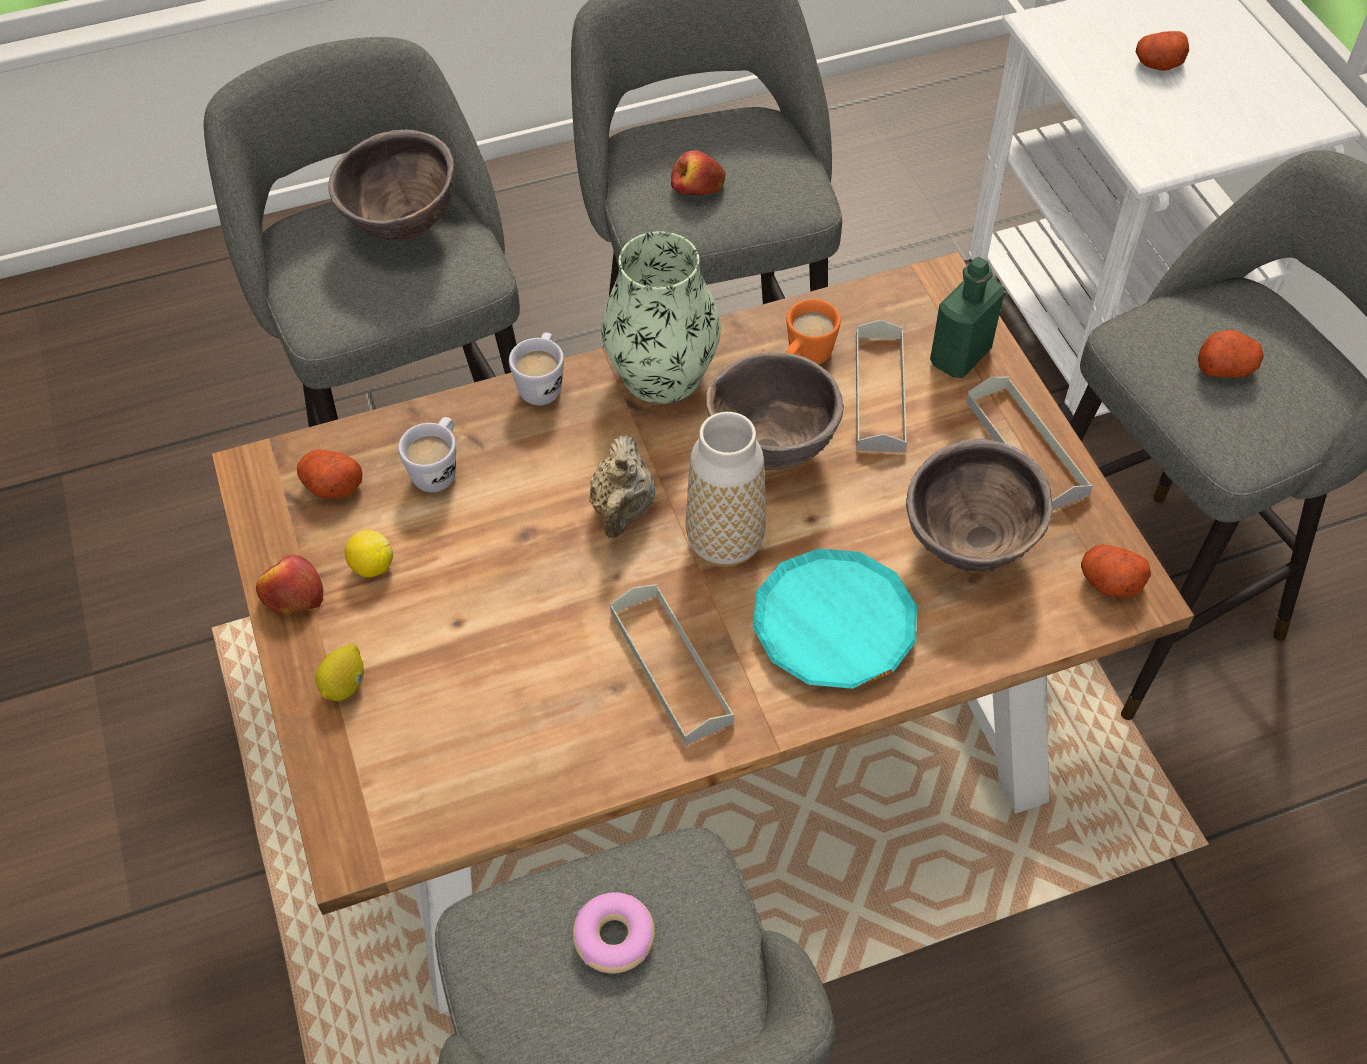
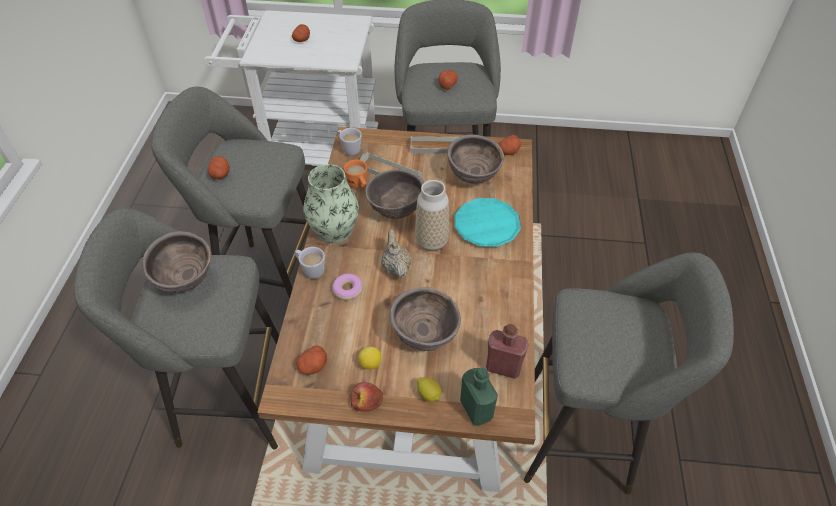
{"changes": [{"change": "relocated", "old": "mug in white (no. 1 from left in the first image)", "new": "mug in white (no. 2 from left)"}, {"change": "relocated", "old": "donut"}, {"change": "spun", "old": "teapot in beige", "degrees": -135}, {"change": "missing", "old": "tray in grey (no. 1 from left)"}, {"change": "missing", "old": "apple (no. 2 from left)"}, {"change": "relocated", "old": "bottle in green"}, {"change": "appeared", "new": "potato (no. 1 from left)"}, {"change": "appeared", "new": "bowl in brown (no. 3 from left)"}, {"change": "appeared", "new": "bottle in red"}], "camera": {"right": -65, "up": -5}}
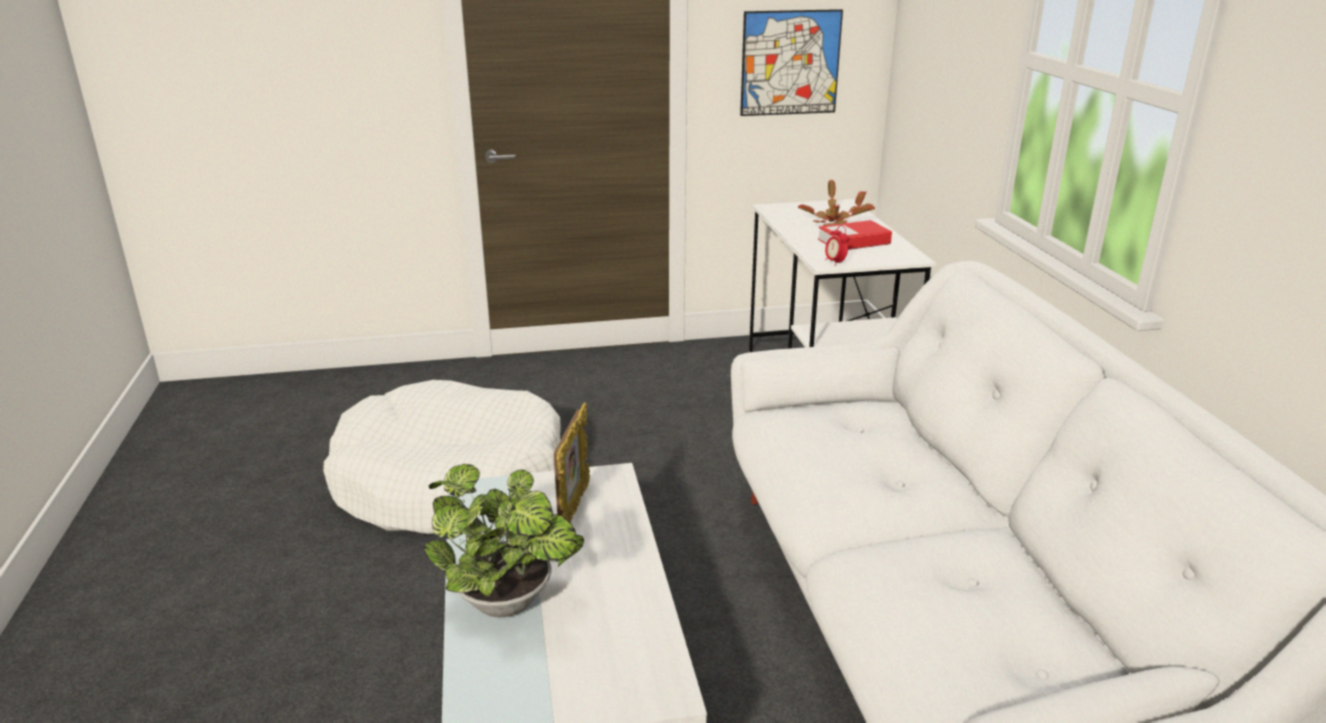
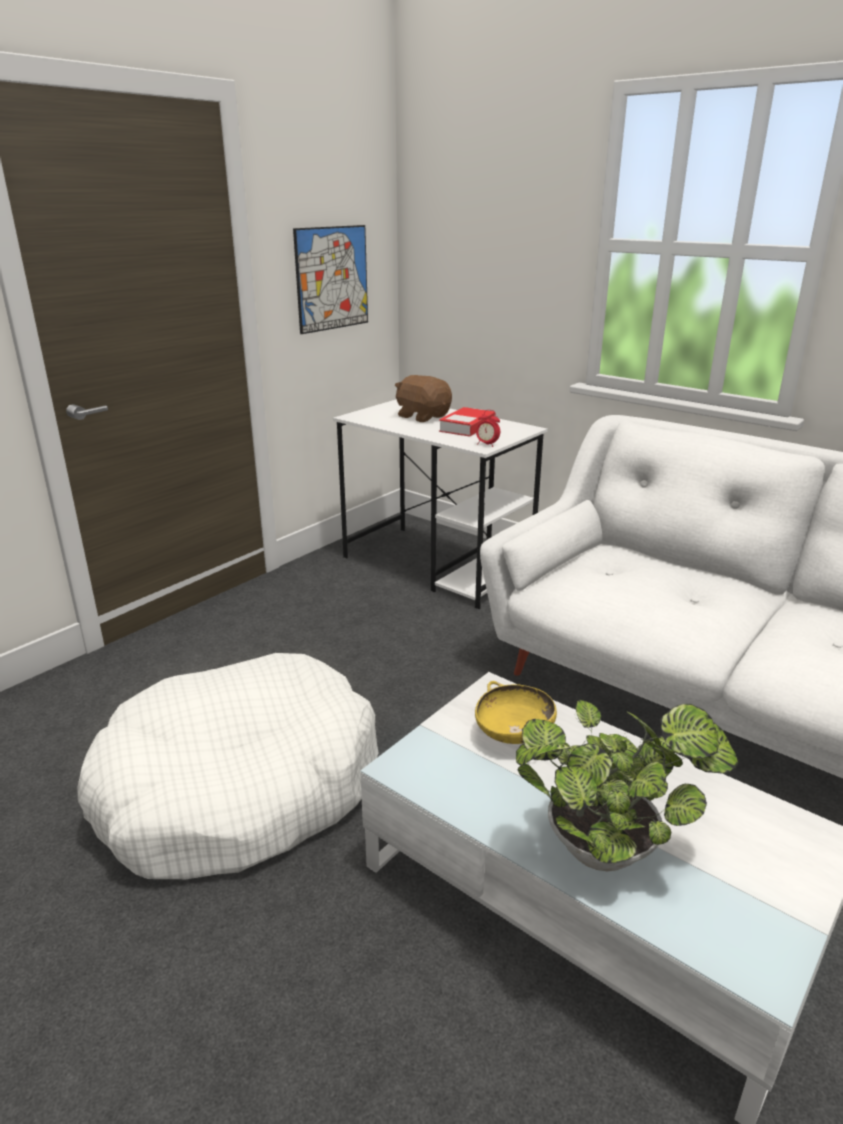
{"changes": [{"change": "exchanged", "old": "picture frame", "new": "bowl in yellow"}, {"change": "exchanged", "old": "potted plant (no. 2 from left)", "new": "plush toy in brown"}], "camera": {"right": -40, "up": 0}}
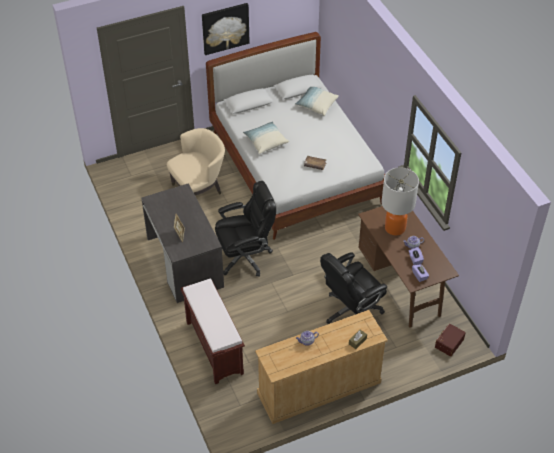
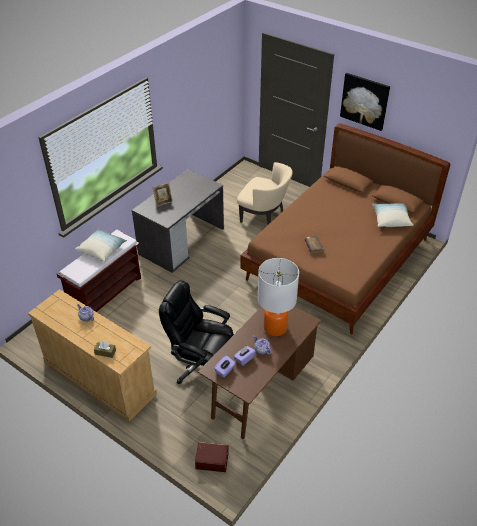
{"changes": [{"change": "colour", "old": "bed in white", "new": "bed in brown"}, {"change": "missing", "old": "office chair in black (no. 1 from left)"}, {"change": "relocated", "old": "pillow (no. 1 from left)"}], "camera": {"right": 60, "up": -5}}
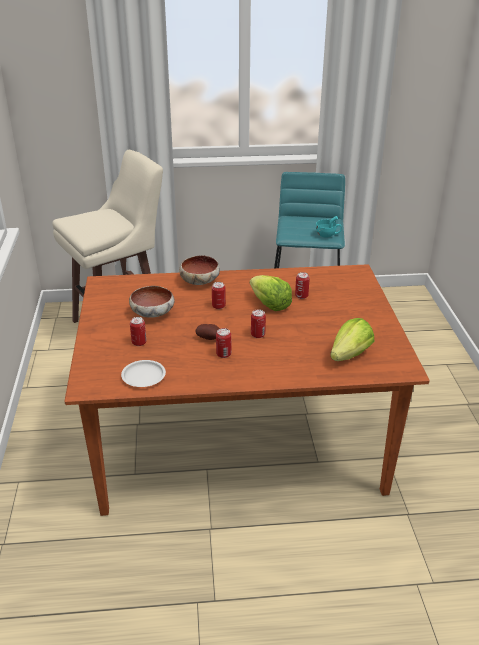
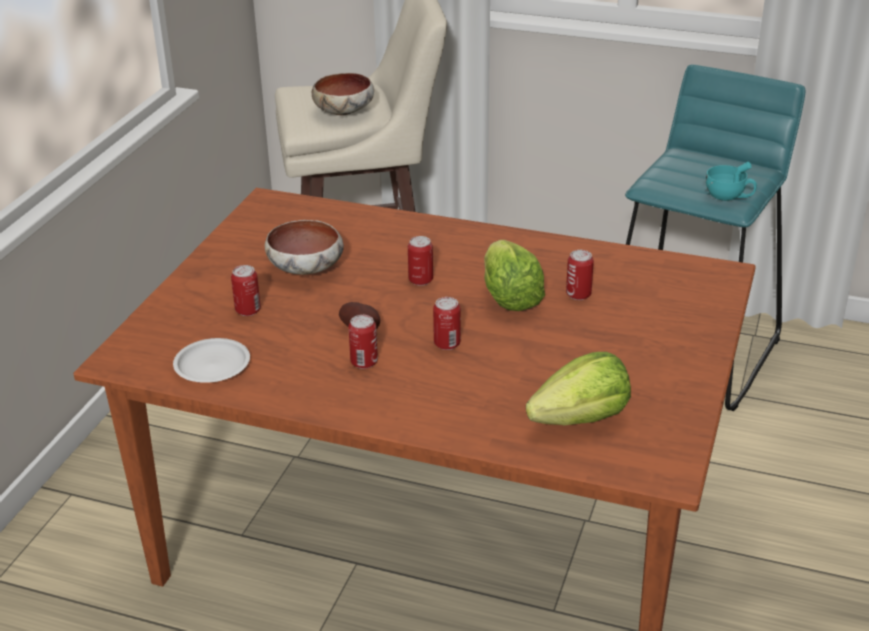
{"changes": [{"change": "relocated", "old": "bowl (no. 2 from left)"}], "camera": {"right": 25, "up": 0}}
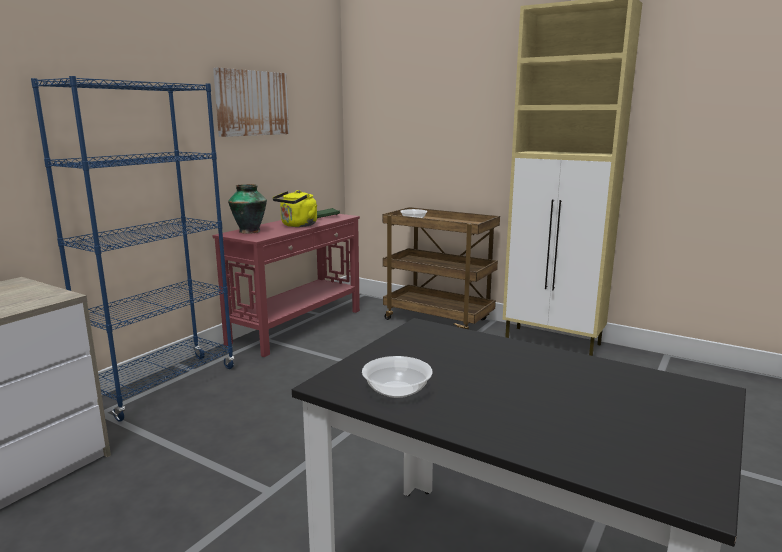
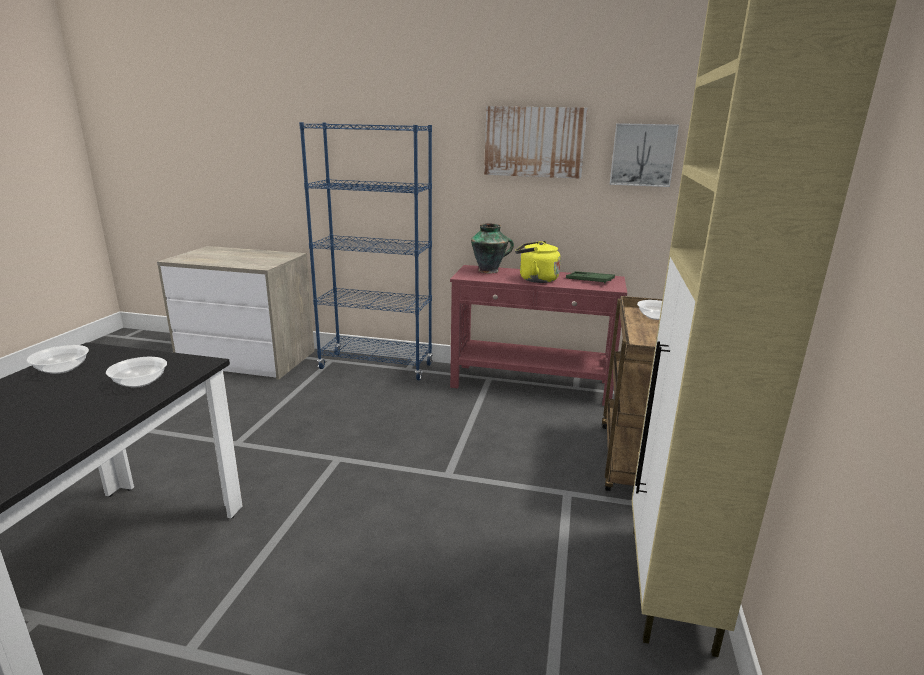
{"changes": [{"change": "appeared", "new": "bowl (no. 2 from left)"}, {"change": "appeared", "new": "picture (no. 2 from left)"}], "camera": {"right": 70, "up": 5}}
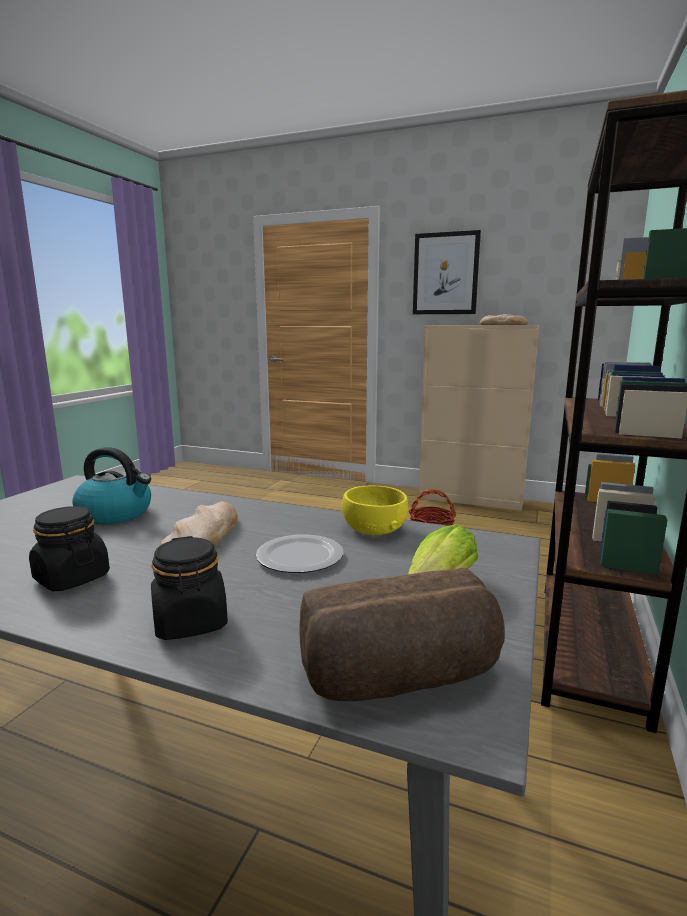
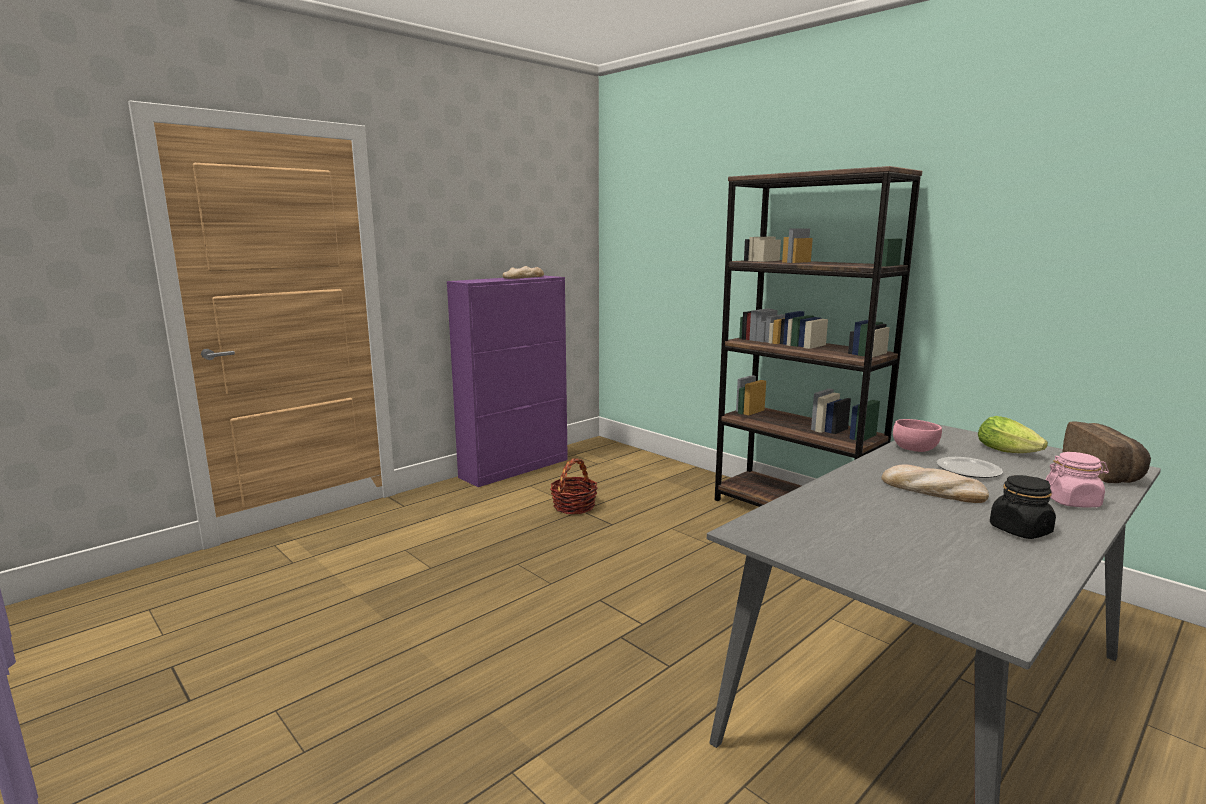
{"changes": [{"change": "missing", "old": "kettle"}, {"change": "colour", "old": "jar in black (no. 2 from left)", "new": "jar in pink"}, {"change": "colour", "old": "bowl in yellow", "new": "bowl in pink"}, {"change": "missing", "old": "picture"}, {"change": "colour", "old": "cabinet in beige", "new": "cabinet in purple"}], "camera": {"right": -65, "up": 0}}
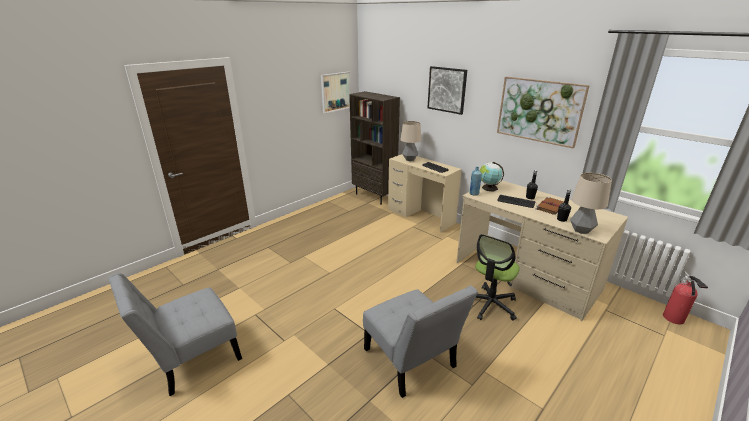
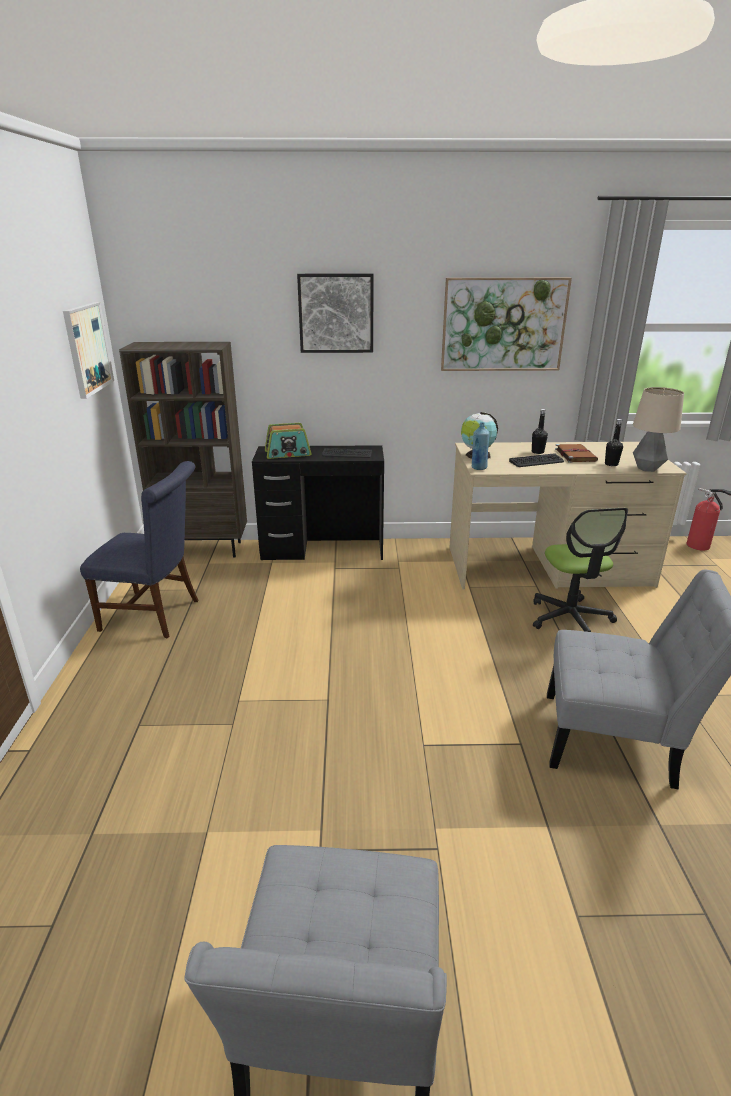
{"changes": [{"change": "colour", "old": "desk in beige (no. 1 from left)", "new": "desk in black"}, {"change": "exchanged", "old": "table lamp (no. 1 from left)", "new": "radio"}, {"change": "appeared", "new": "chair in blue"}], "camera": {"right": -45, "up": 0}}
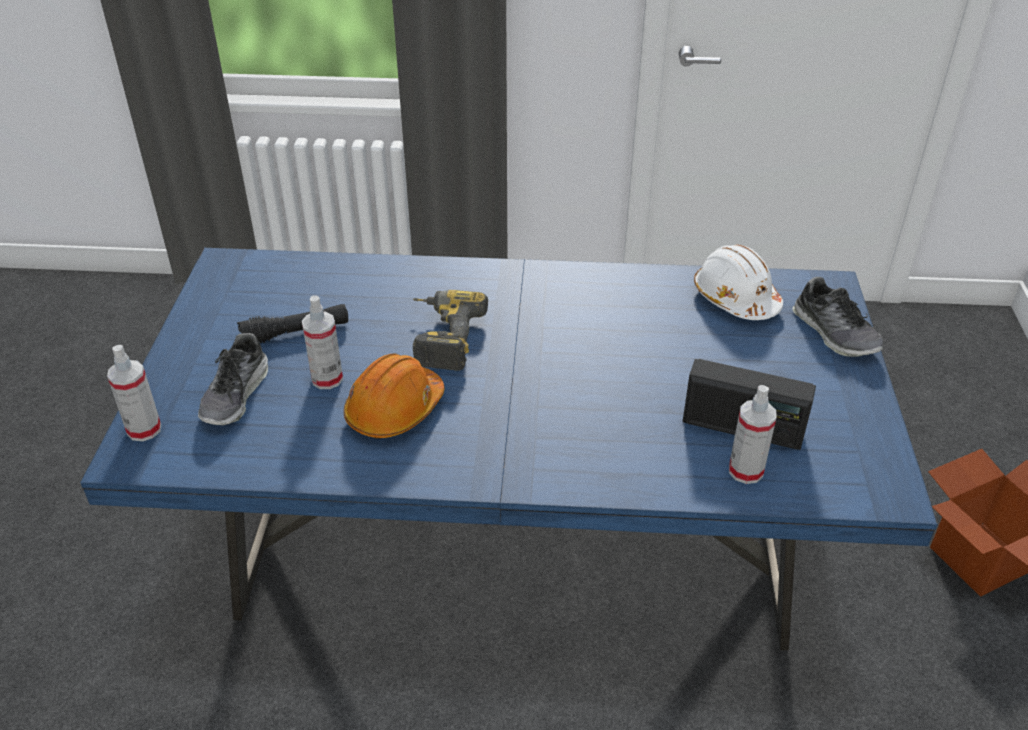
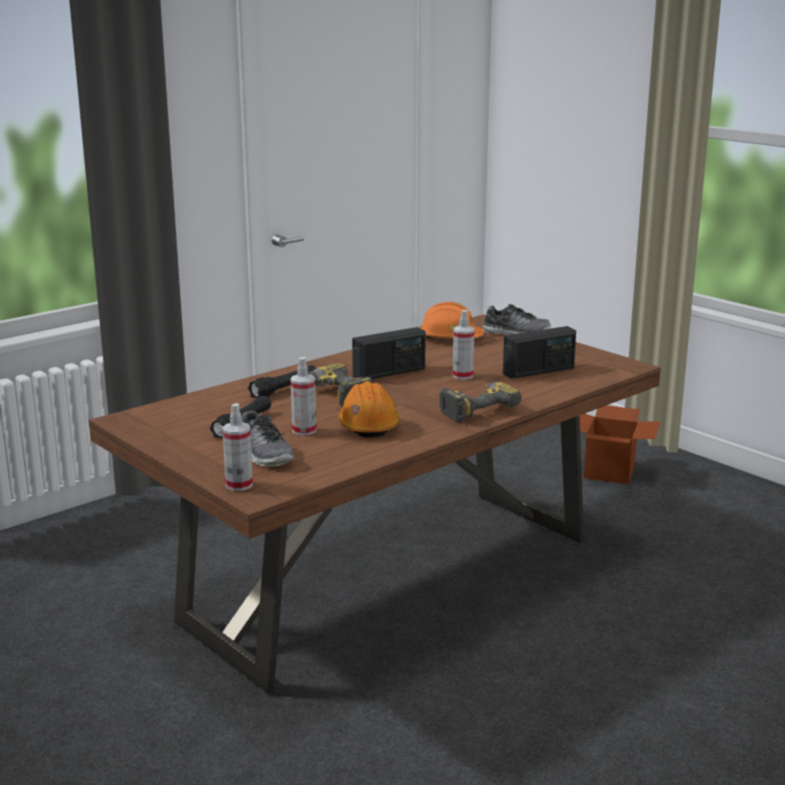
{"changes": [{"change": "colour", "old": "dining table in blue", "new": "dining table in brown"}, {"change": "colour", "old": "hard hat in white", "new": "hard hat in orange (no. 2 from left)"}, {"change": "relocated", "old": "spray bottle (no. 3 from left)"}, {"change": "appeared", "new": "flashlight in black (no. 2 from left)"}, {"change": "appeared", "new": "radio (no. 1 from left)"}, {"change": "appeared", "new": "power drill (no. 2 from left)"}], "camera": {"right": -45, "up": -20}}
